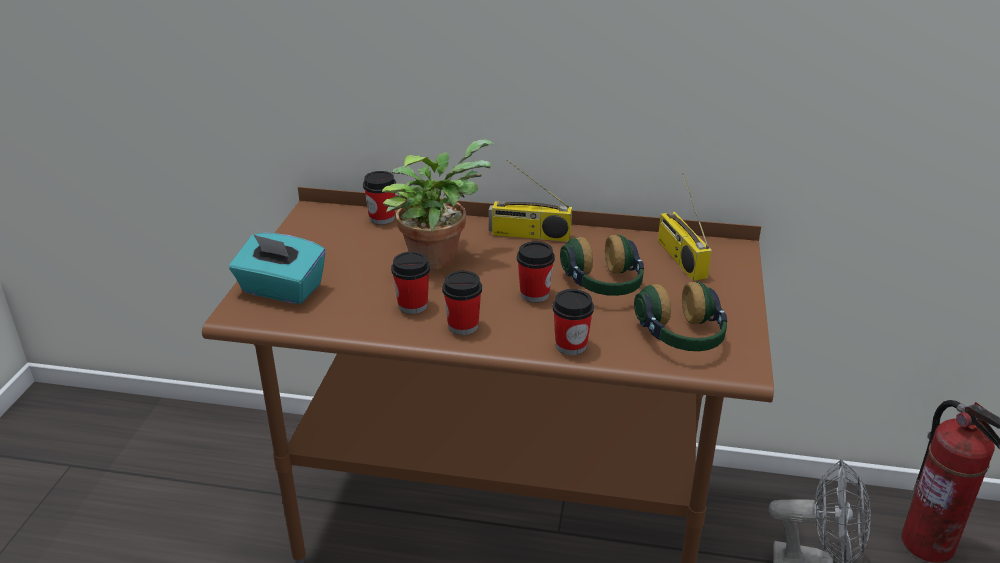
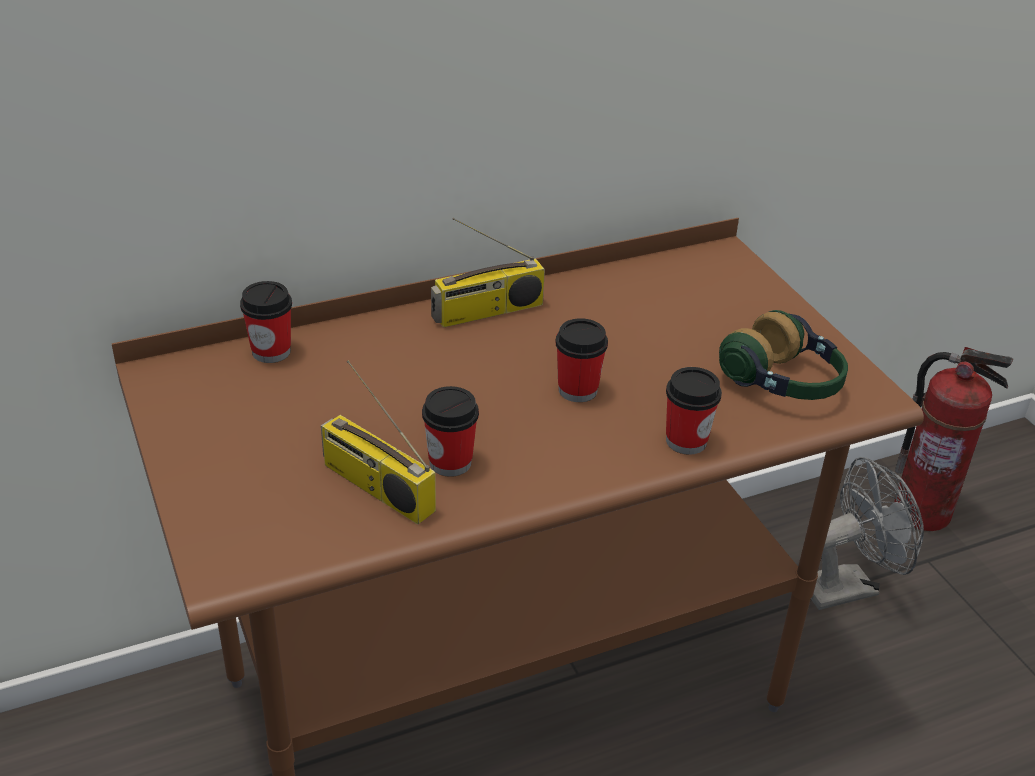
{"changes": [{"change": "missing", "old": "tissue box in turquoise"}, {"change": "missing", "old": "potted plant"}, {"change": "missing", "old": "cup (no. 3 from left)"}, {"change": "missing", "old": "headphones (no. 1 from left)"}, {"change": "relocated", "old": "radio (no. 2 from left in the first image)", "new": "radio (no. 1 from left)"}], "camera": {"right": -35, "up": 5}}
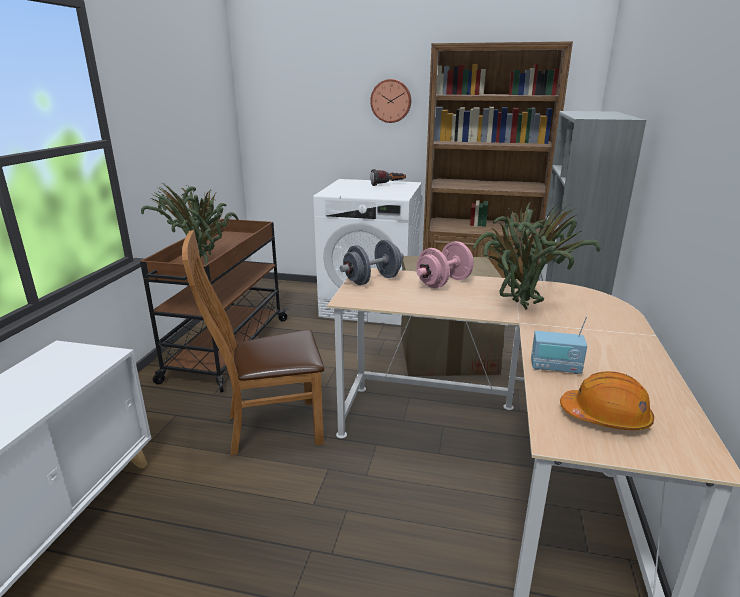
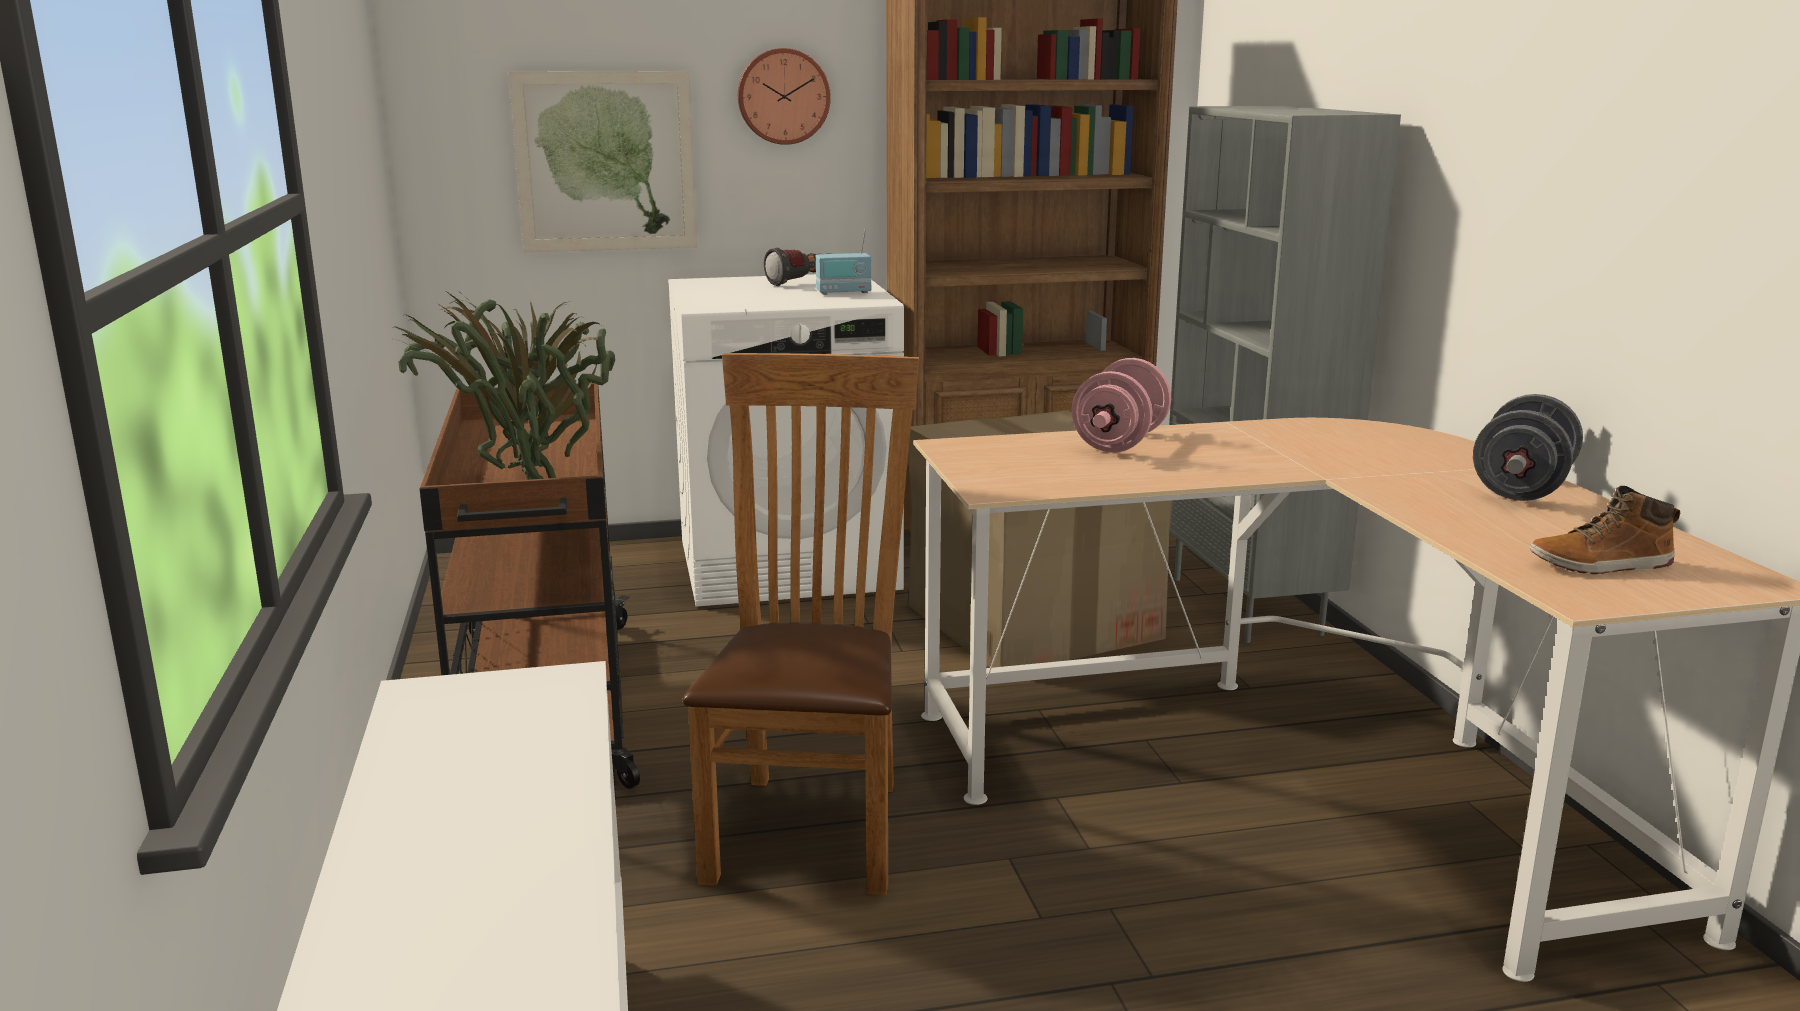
{"changes": [{"change": "spun", "old": "chair in brown", "degrees": 135}, {"change": "relocated", "old": "dumbbell in grey"}, {"change": "missing", "old": "potted plant (no. 2 from left)"}, {"change": "relocated", "old": "radio"}, {"change": "exchanged", "old": "hard hat in orange", "new": "boot"}, {"change": "appeared", "new": "picture"}], "camera": {"right": -25, "up": -5}}
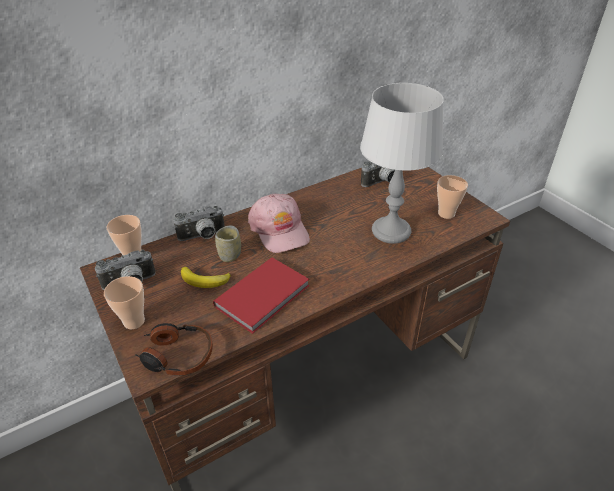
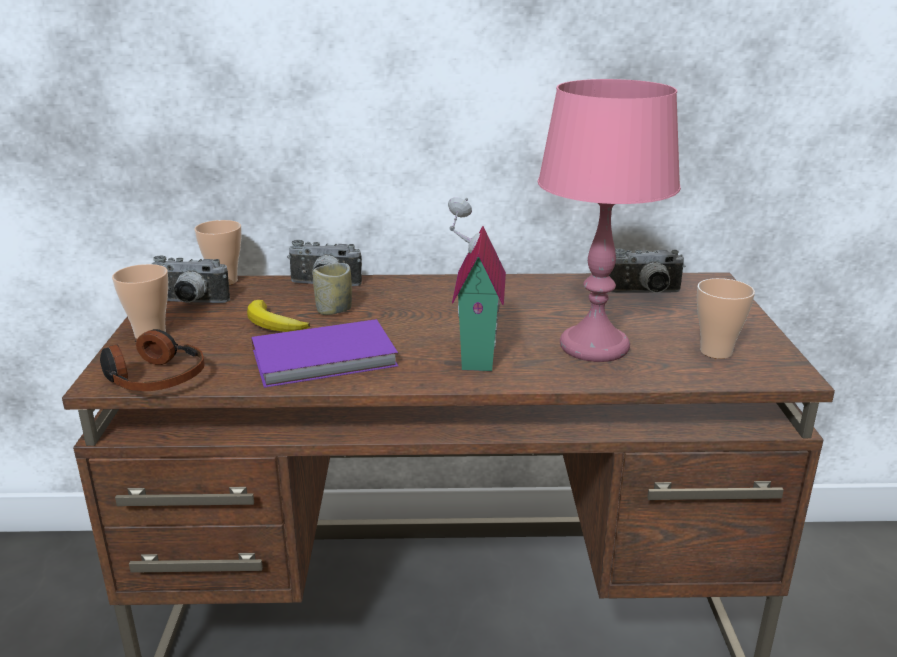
{"changes": [{"change": "colour", "old": "book in red", "new": "book in purple"}, {"change": "missing", "old": "cap in pink"}, {"change": "colour", "old": "table lamp in grey", "new": "table lamp in pink"}, {"change": "appeared", "new": "toy house"}], "camera": {"right": 30, "up": -15}}
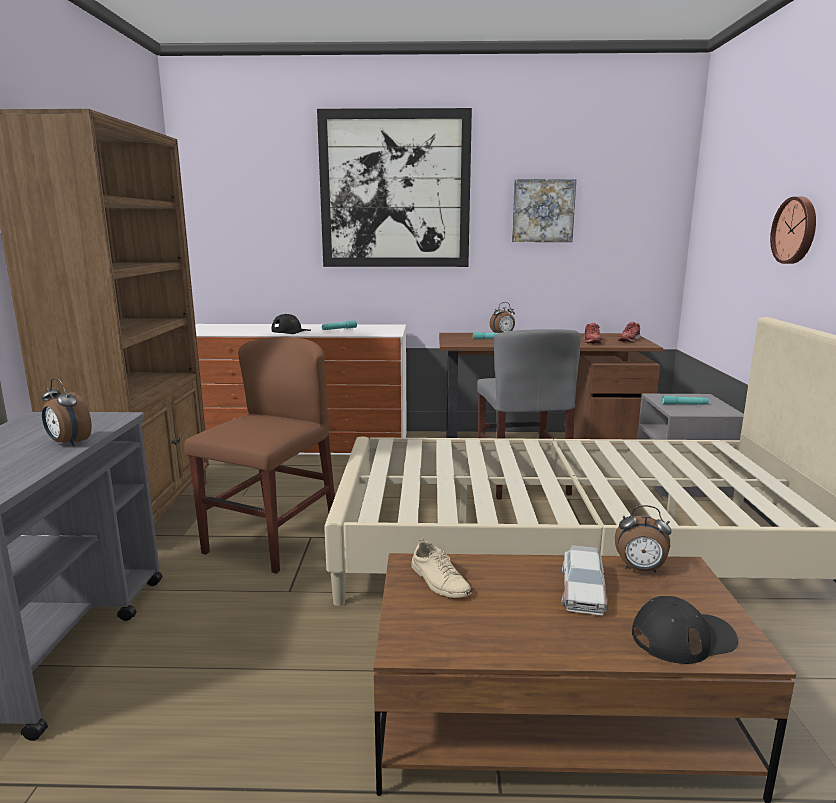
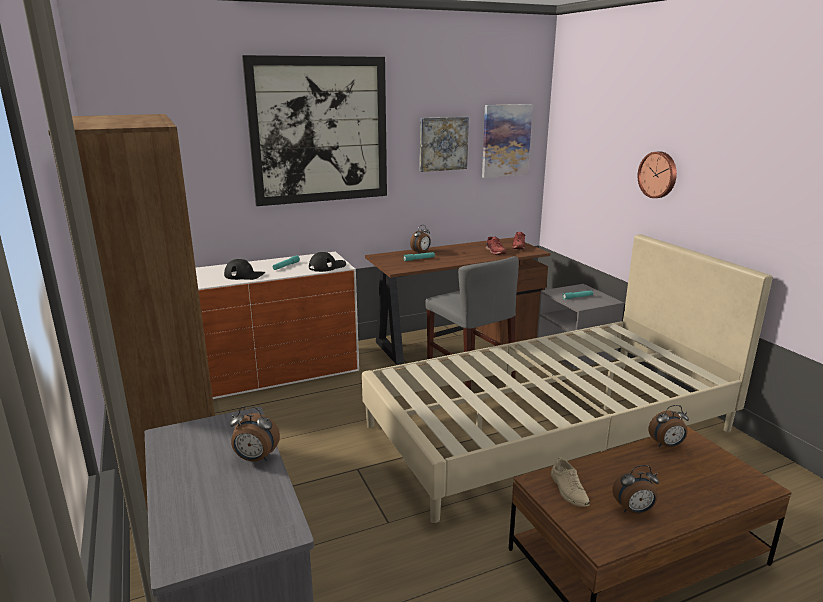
{"changes": [{"change": "missing", "old": "chair in brown"}, {"change": "spun", "old": "shoe in beige", "degrees": 45}, {"change": "missing", "old": "toy car"}, {"change": "relocated", "old": "cap in black (no. 2 from left)"}, {"change": "appeared", "new": "picture (no. 3 from left)"}, {"change": "appeared", "new": "alarm clock (no. 3 from left)"}], "camera": {"right": -25, "up": 5}}
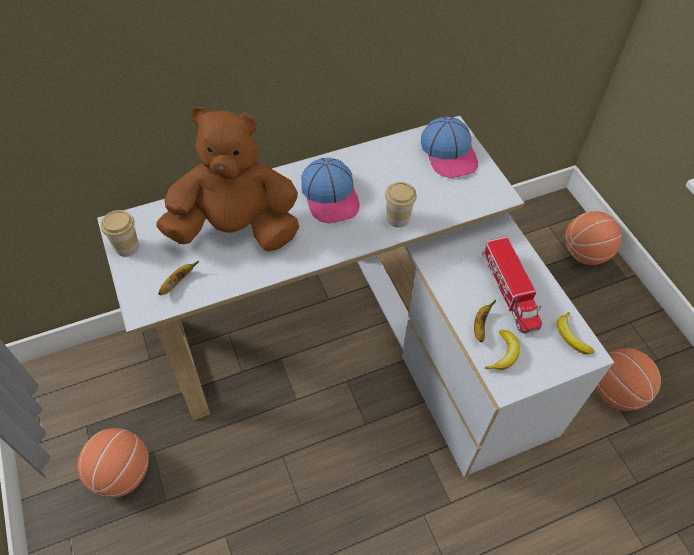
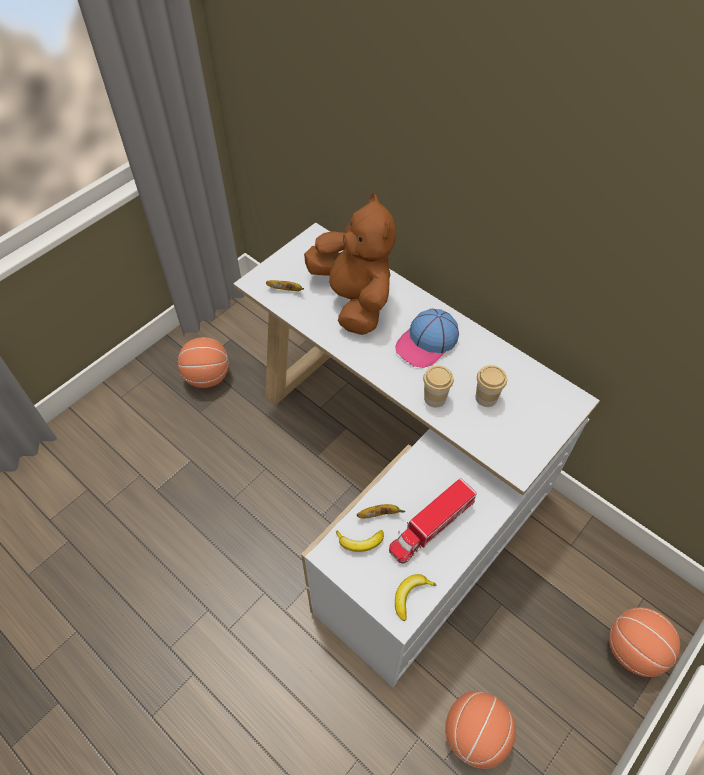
{"changes": [{"change": "relocated", "old": "cup (no. 1 from left in the first image)", "new": "cup (no. 2 from left)"}, {"change": "missing", "old": "cap (no. 2 from left)"}], "camera": {"right": 65, "up": 0}}
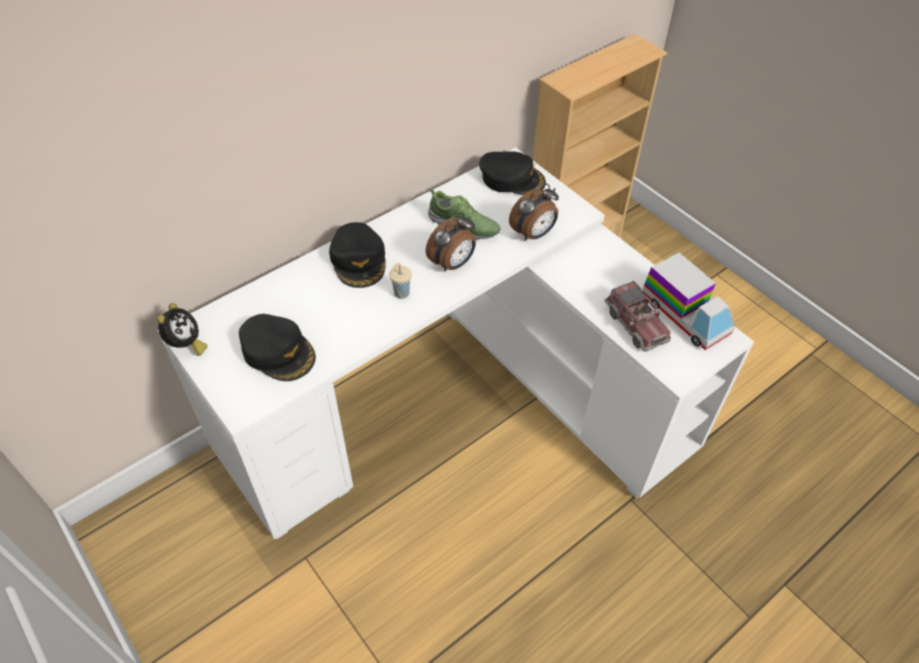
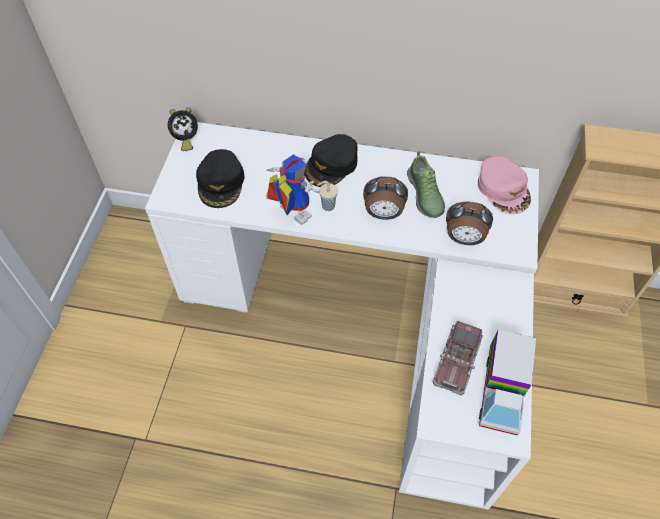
{"changes": [{"change": "colour", "old": "cap in black (no. 3 from left)", "new": "cap in pink"}, {"change": "appeared", "new": "toy robot"}], "camera": {"right": 50, "up": 5}}
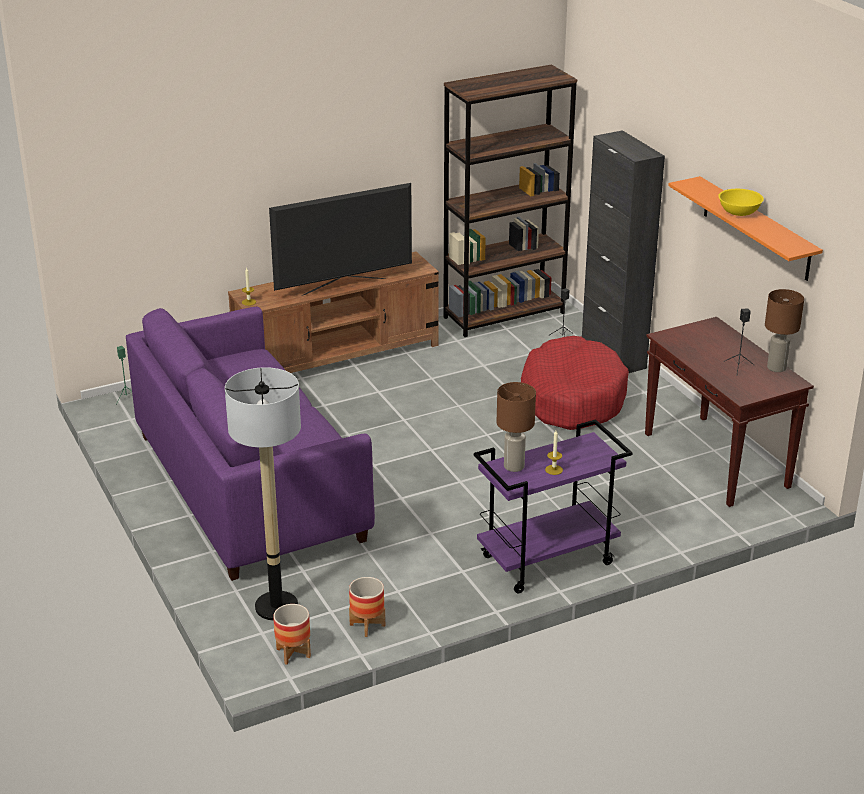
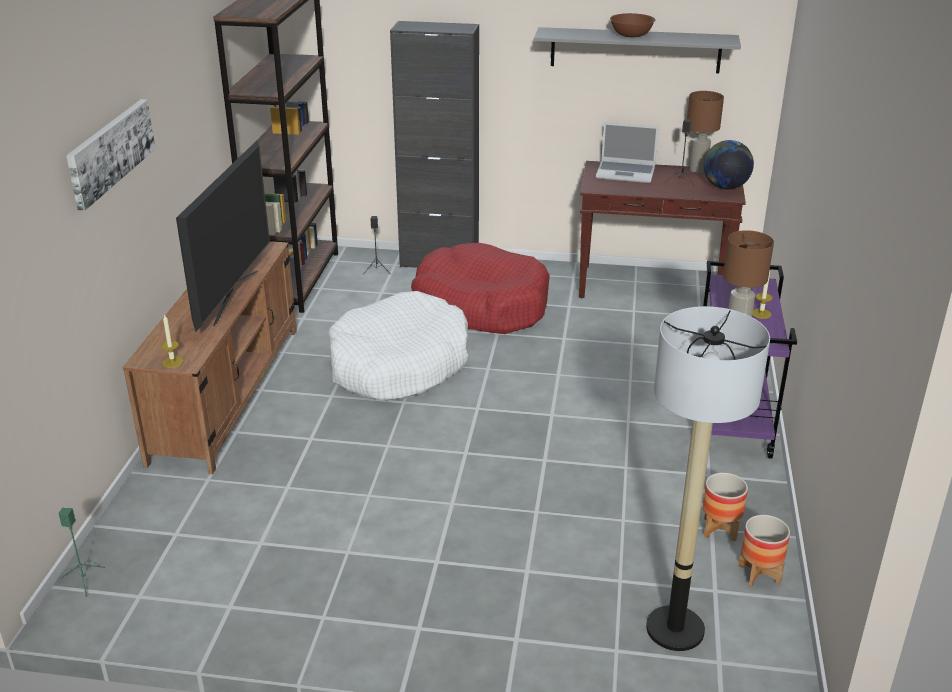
{"changes": [{"change": "missing", "old": "sofa in purple"}, {"change": "relocated", "old": "planter (no. 1 from left)"}, {"change": "colour", "old": "shelf in orange", "new": "shelf in grey"}, {"change": "colour", "old": "bowl in yellow", "new": "bowl in brown"}, {"change": "appeared", "new": "picture"}, {"change": "appeared", "new": "dog bed in white"}, {"change": "appeared", "new": "laptop"}, {"change": "appeared", "new": "globe"}], "camera": {"right": -55, "up": 0}}
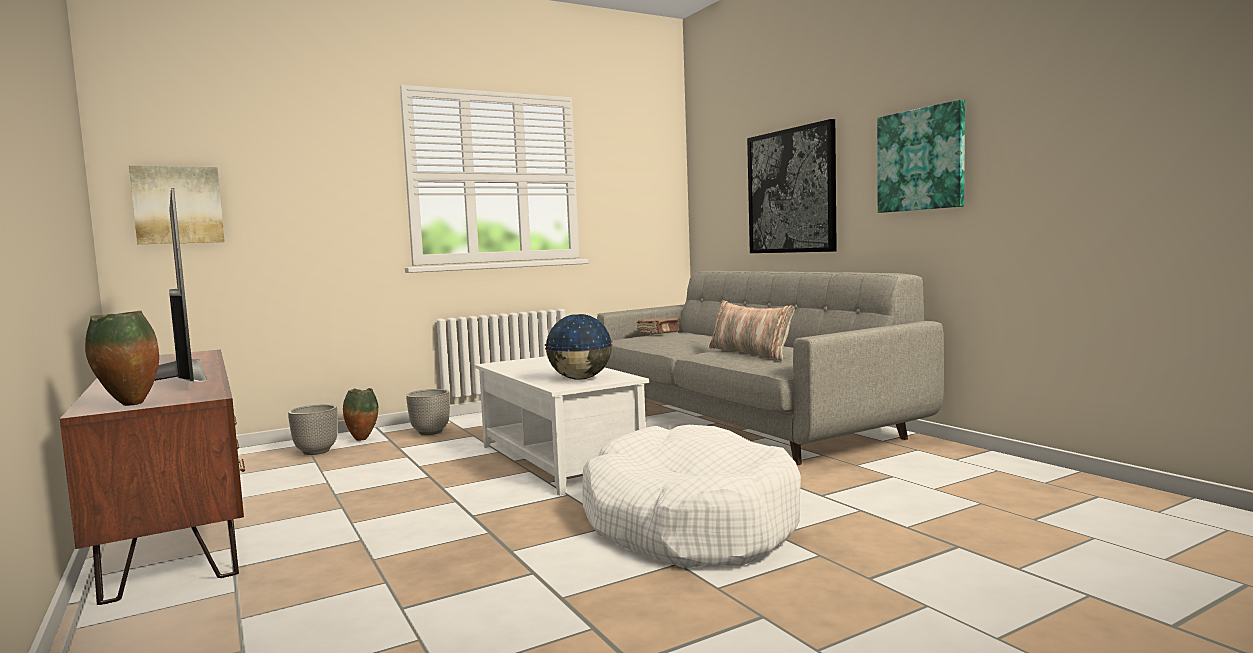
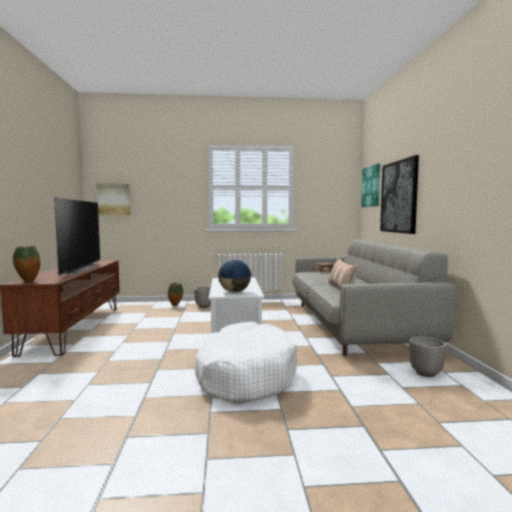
{"changes": [{"change": "relocated", "old": "planter (no. 1 from left in the first image)", "new": "planter (no. 2 from left)"}, {"change": "relocated", "old": "picture (no. 3 from left in the first image)", "new": "picture (no. 2 from left)"}], "camera": {"right": 25, "up": 0}}
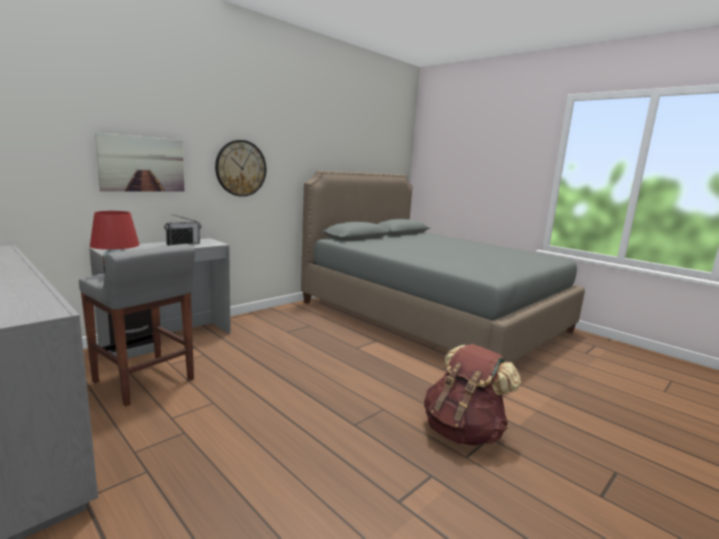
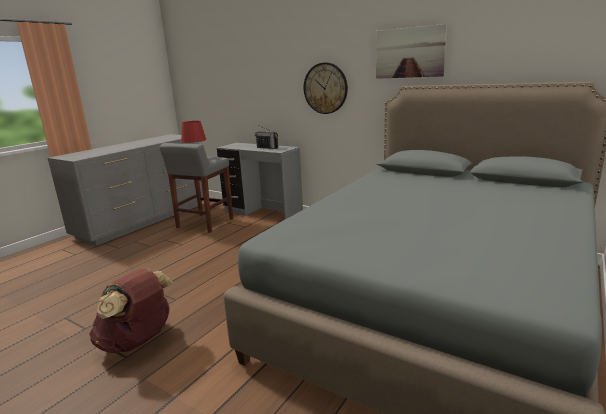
{"changes": [{"change": "relocated", "old": "picture"}], "camera": {"right": 80, "up": 5}}
